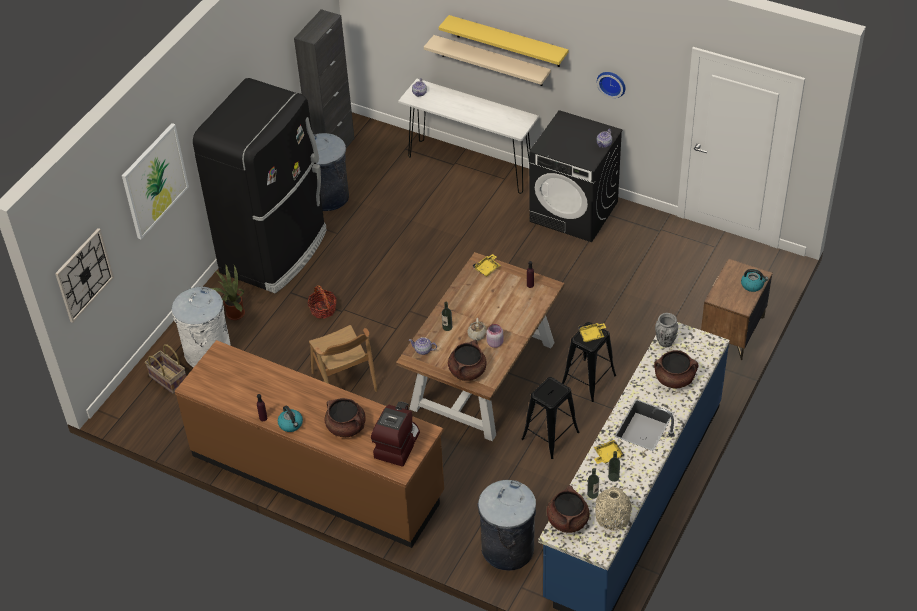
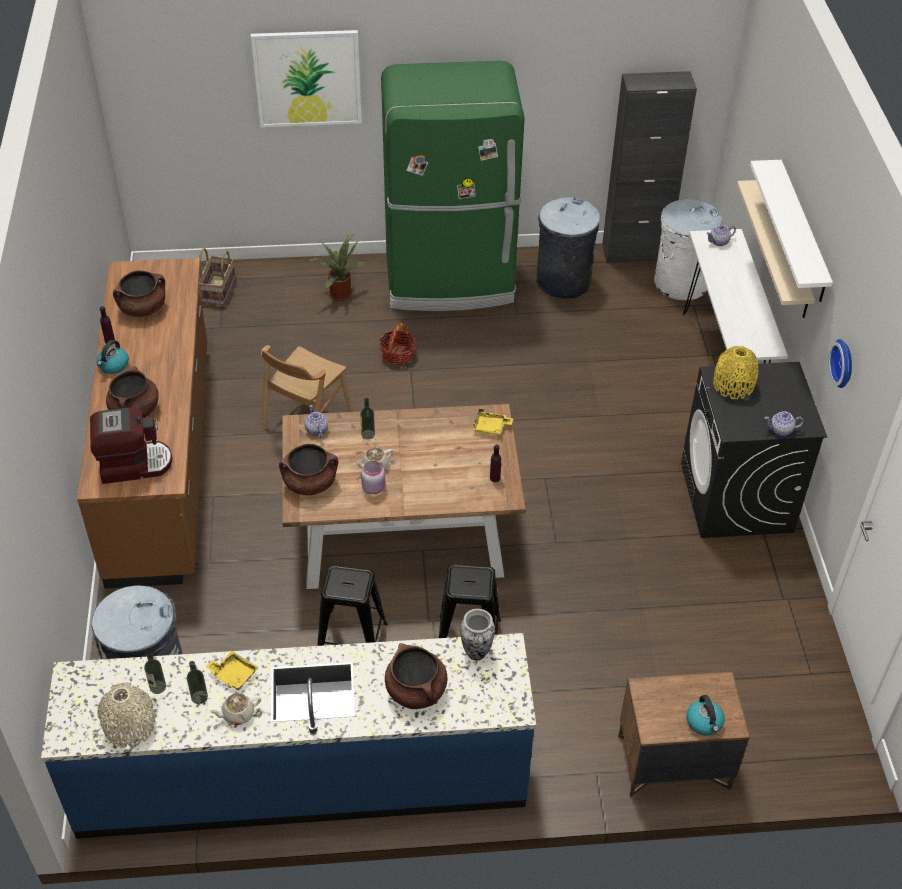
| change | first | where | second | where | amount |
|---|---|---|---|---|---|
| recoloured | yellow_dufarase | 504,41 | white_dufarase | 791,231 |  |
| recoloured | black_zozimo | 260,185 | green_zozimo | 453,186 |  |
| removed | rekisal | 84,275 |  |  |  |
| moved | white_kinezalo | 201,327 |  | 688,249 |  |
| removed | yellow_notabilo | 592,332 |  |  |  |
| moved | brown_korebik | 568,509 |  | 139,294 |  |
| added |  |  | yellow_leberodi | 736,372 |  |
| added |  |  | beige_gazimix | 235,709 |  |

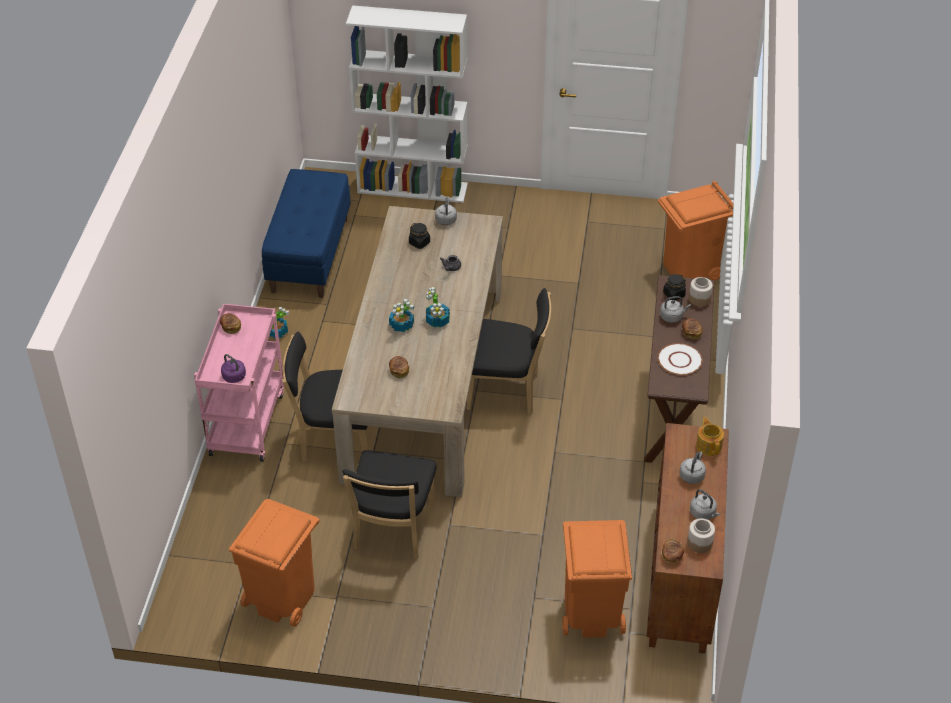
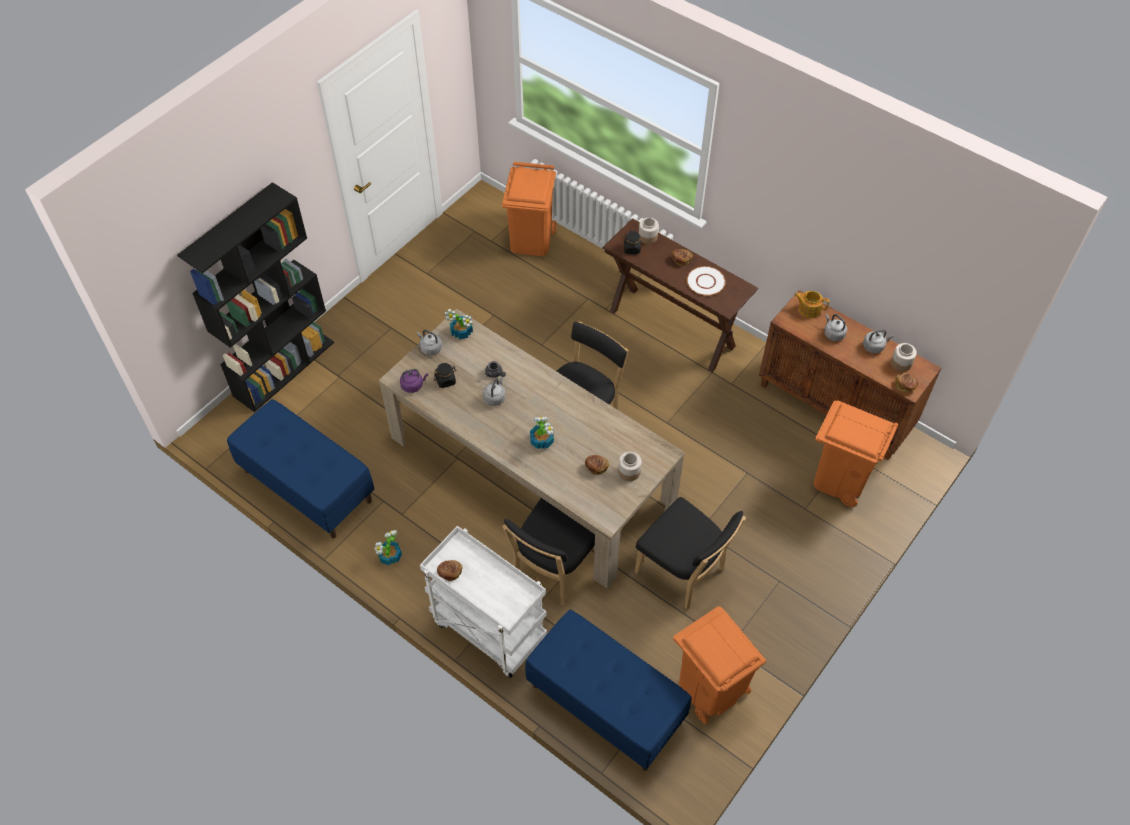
| change | first | where | second | where | amount |
|---|---|---|---|---|---|
| recoloured | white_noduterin | 407,104 | black_noduterin | 255,297 |  |
| moved | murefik | 438,307 |  | 459,324 |  |
| moved | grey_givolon | 675,309 |  | 494,391 |  |
| recoloured | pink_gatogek | 239,383 | white_gatogek | 483,602 |  |
| moved | purple_givolon | 233,368 |  | 414,381 |  |
| added |  |  | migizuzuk | 630,466 |  |
| added |  |  | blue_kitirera | 608,690 |  |

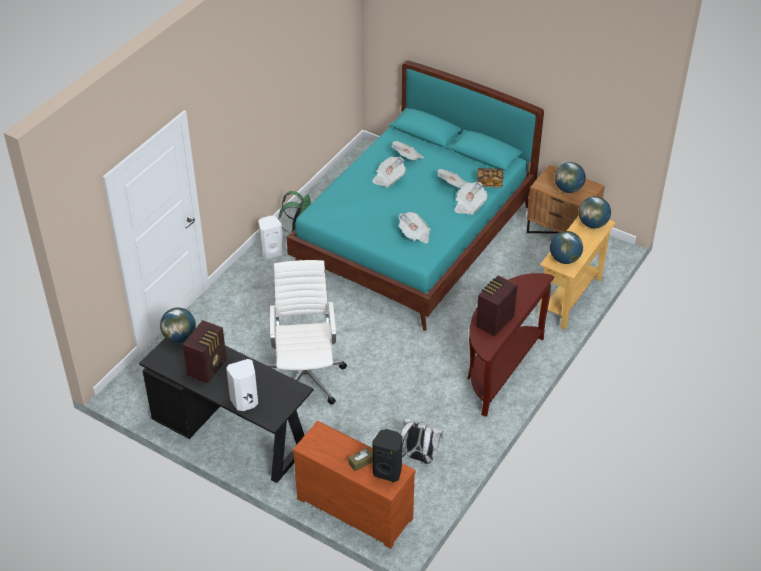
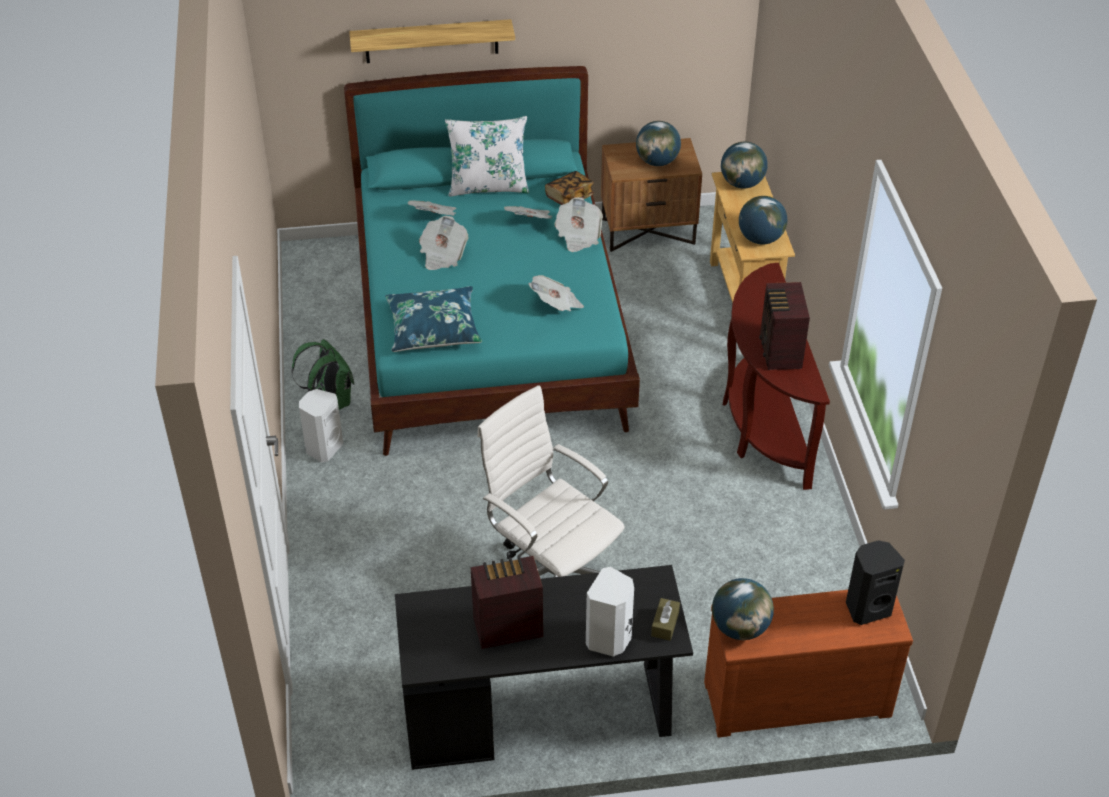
| change | first | where | second | where | amount |
|---|---|---|---|---|---|
| moved | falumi | 178,325 |  | 743,609 |  |
| turned | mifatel | 205,352 |  | 506,602 | 90 degrees counterclockwise |
| removed | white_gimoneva | 421,441 |  |  |  |
| moved | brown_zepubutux | 360,459 |  | 665,619 |  |
| added |  |  | dufarase | 432,41 |  |
| added |  |  | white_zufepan | 487,156 |  |
| added |  |  | blue_zufepan | 433,319 |  |

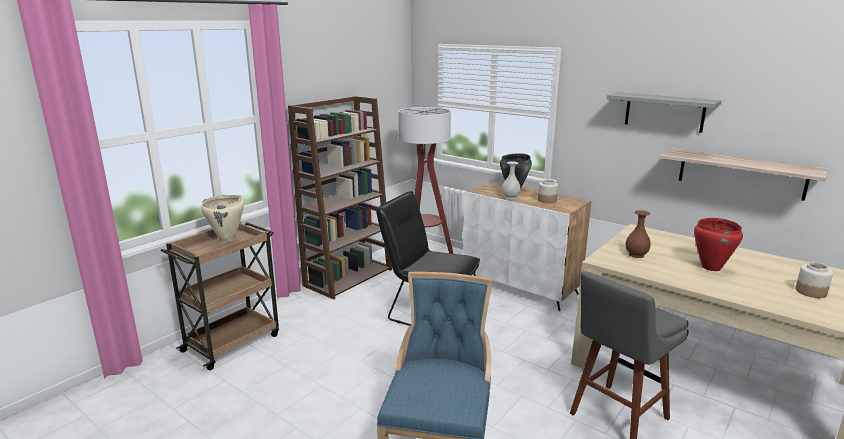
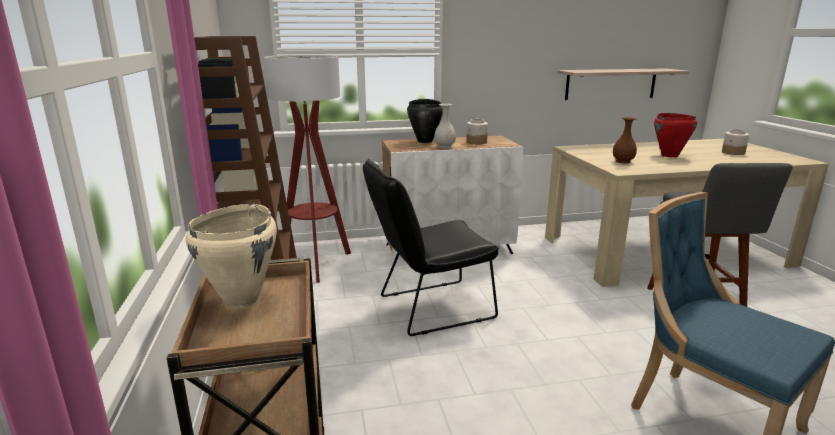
| change | first | where | second | where | amount |
|---|---|---|---|---|---|
| removed | grey_dufarase | 664,112 |  |  |  |

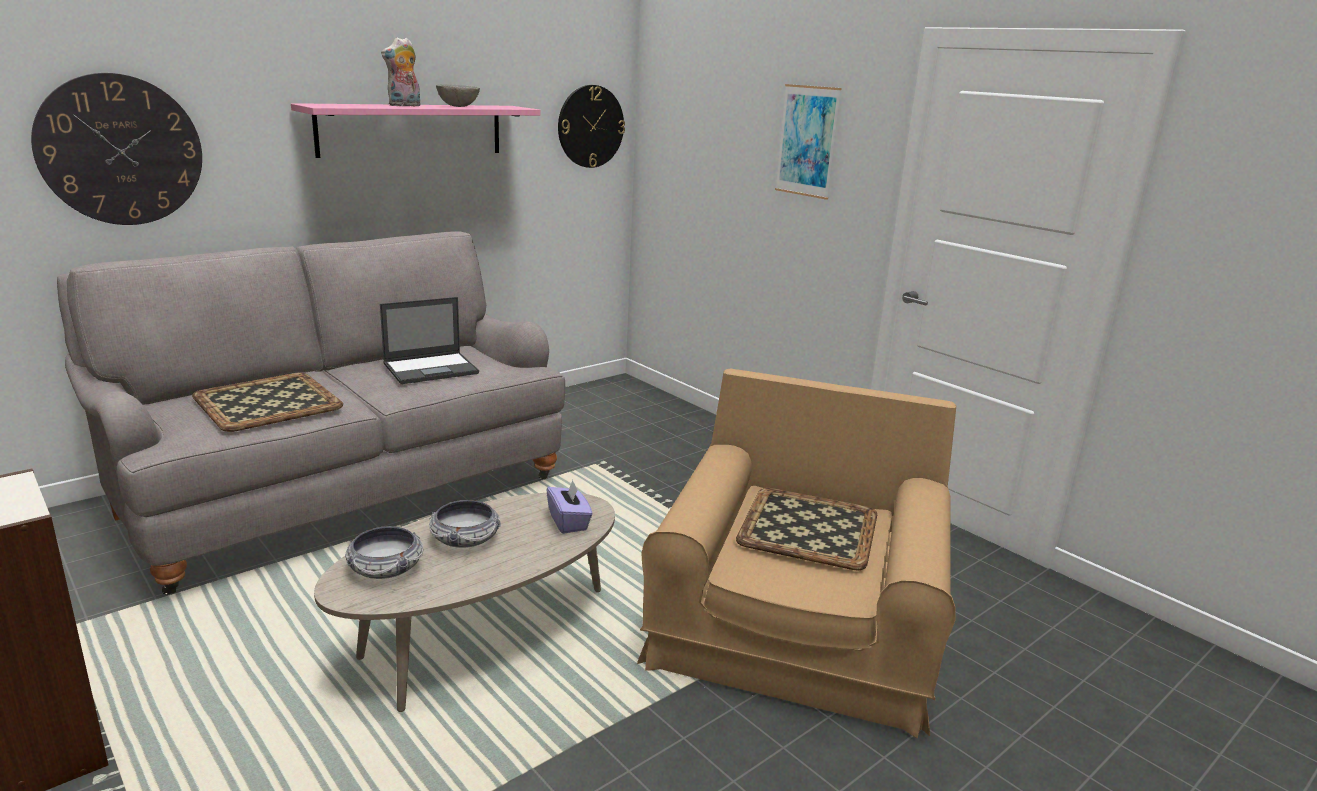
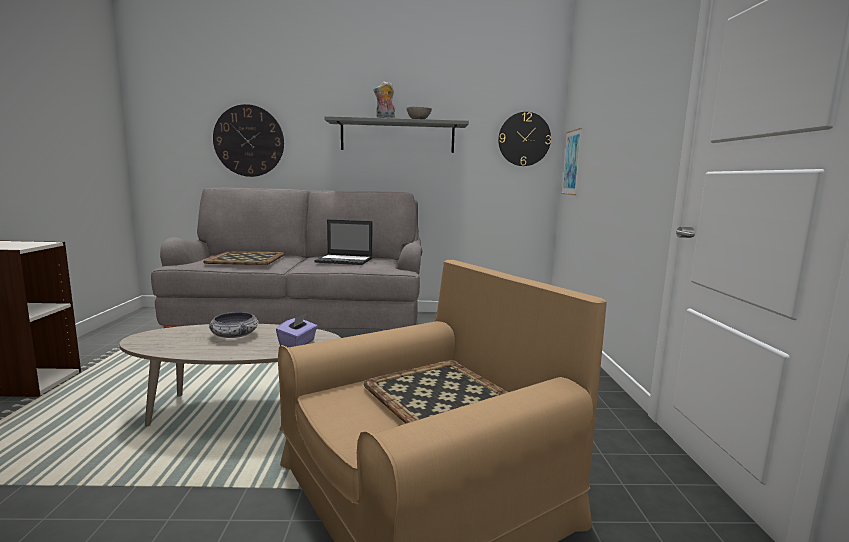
| change | first | where | second | where | amount |
|---|---|---|---|---|---|
| moved | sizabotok | 808,142 |  | 571,161 |  |
| recoloured | pink_dufarase | 415,130 | grey_dufarase | 396,134 |  |
| removed | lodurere | 384,552 |  |  |  |

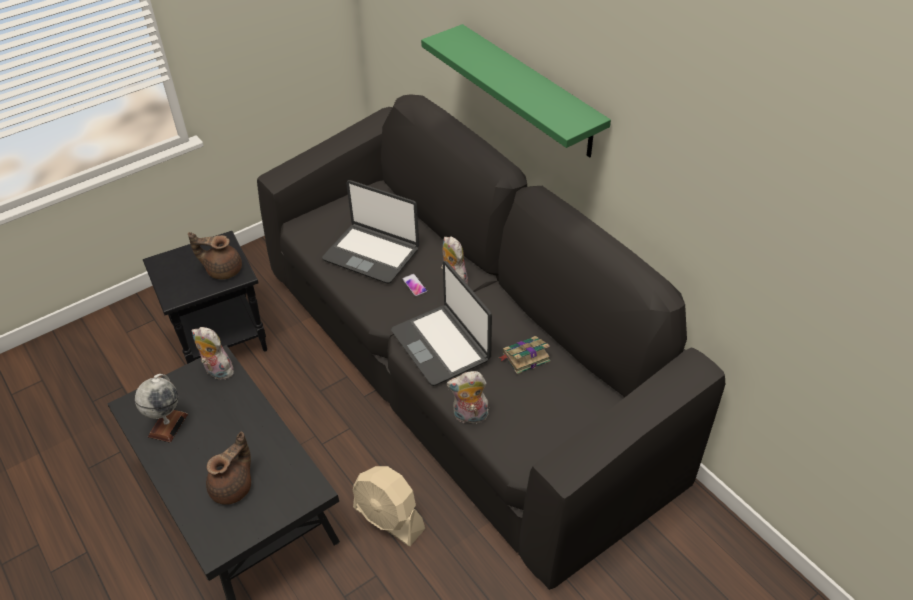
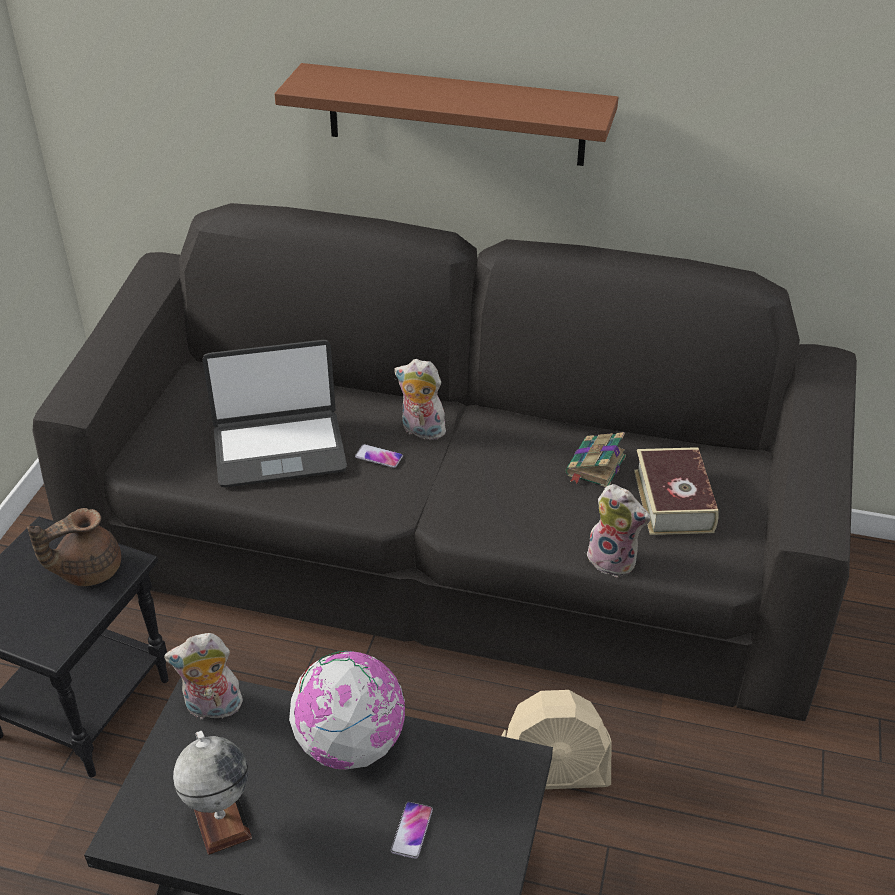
| change | first | where | second | where | amount |
|---|---|---|---|---|---|
| recoloured | green_dufarase | 516,91 | brown_dufarase | 446,114 |  |
| removed | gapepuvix | 441,323 |  |  |  |
| turned | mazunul | 468,397 |  | 619,530 | 105 degrees counterclockwise |
| replaced | brown_gazimix | 228,468 | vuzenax | 412,830 |  |
| added |  |  | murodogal | 676,491 |  |
| added |  |  | falumi | 347,710 |  |

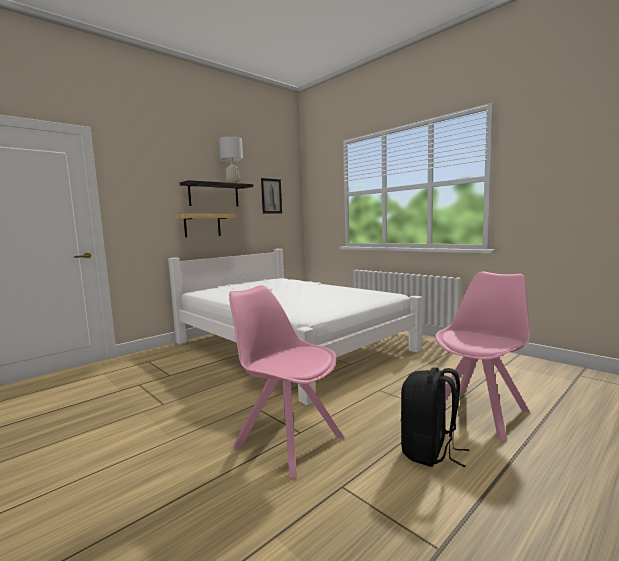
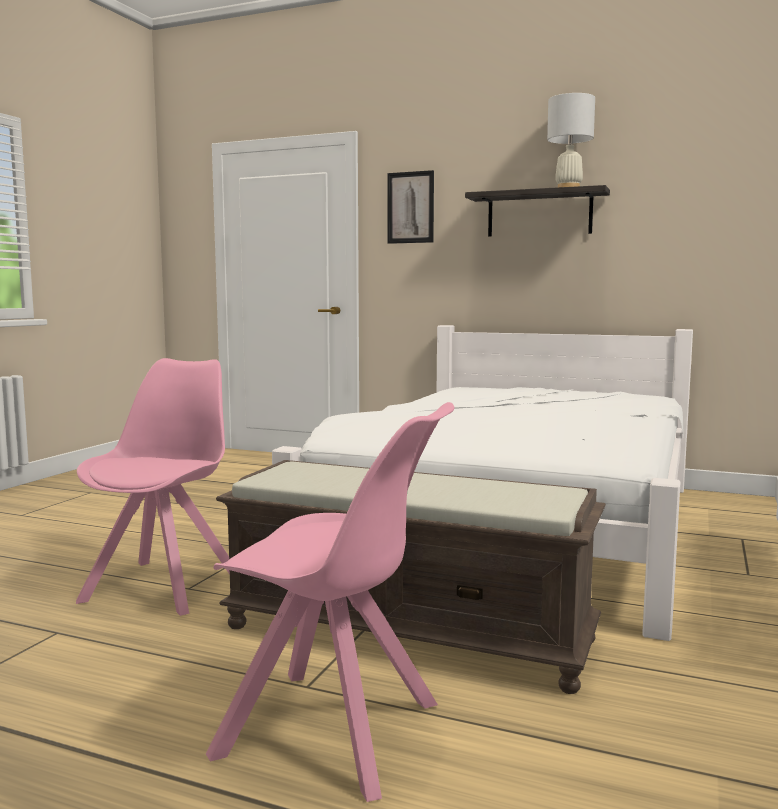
| change | first | where | second | where | amount |
|---|---|---|---|---|---|
| moved | sizabotok | 271,196 |  | 411,207 |  |
| removed | dufarase | 205,225 |  |  |  |
| removed | black_gimoneva | 435,417 |  |  |  |
| added |  |  | brown_kitirera | 411,577 |  |

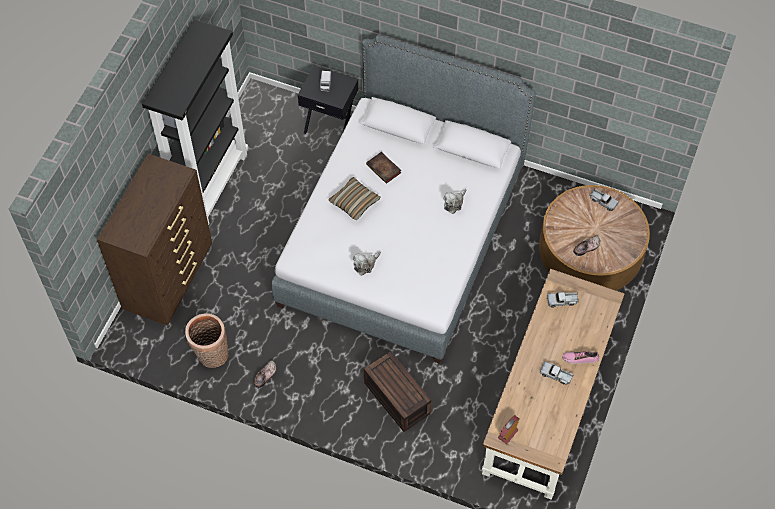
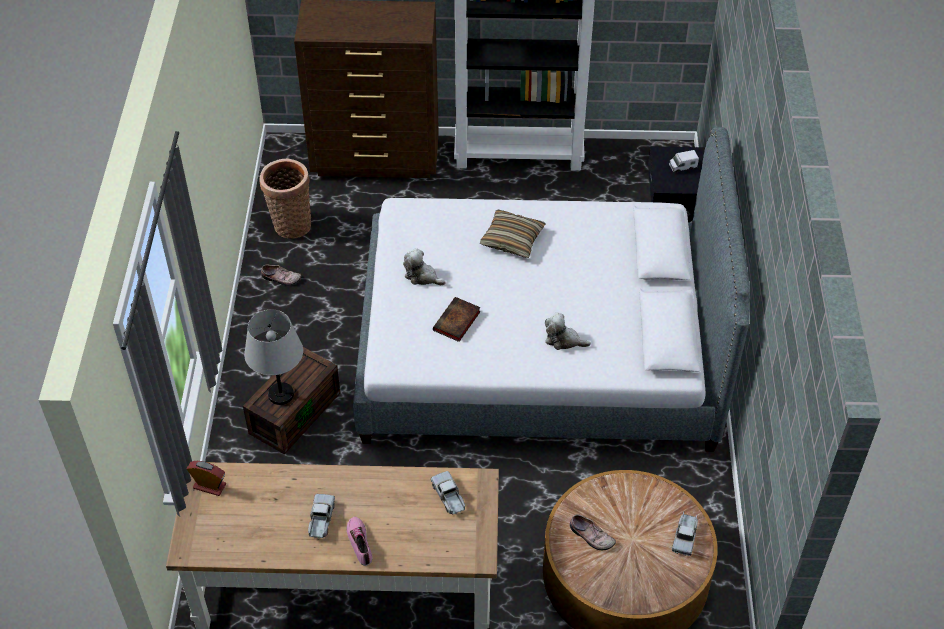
| change | first | where | second | where | amount |
|---|---|---|---|---|---|
| moved | murodogal | 383,168 |  | 457,319 |  |
| added |  |  | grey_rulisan | 273,357 |  |

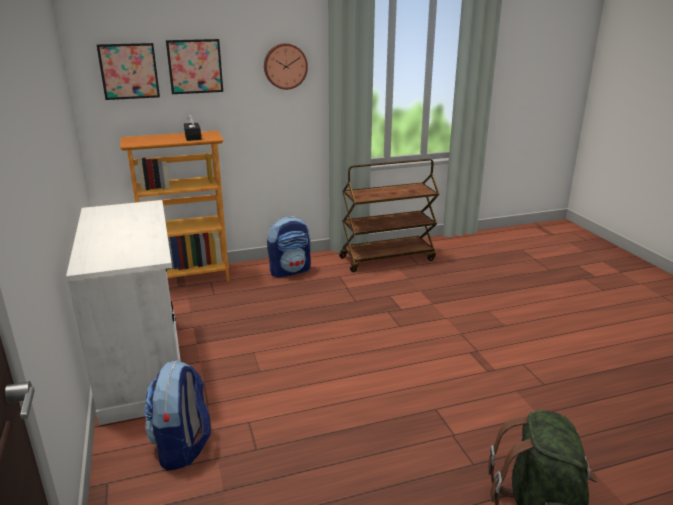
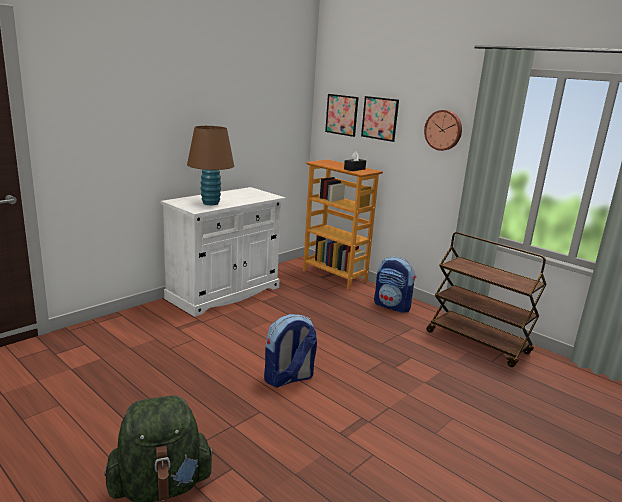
| change | first | where | second | where | amount |
|---|---|---|---|---|---|
| moved | gimoneva | 178,415 |  | 290,350 |  |
| added |  |  | brown_rulisan | 210,165 |  |

